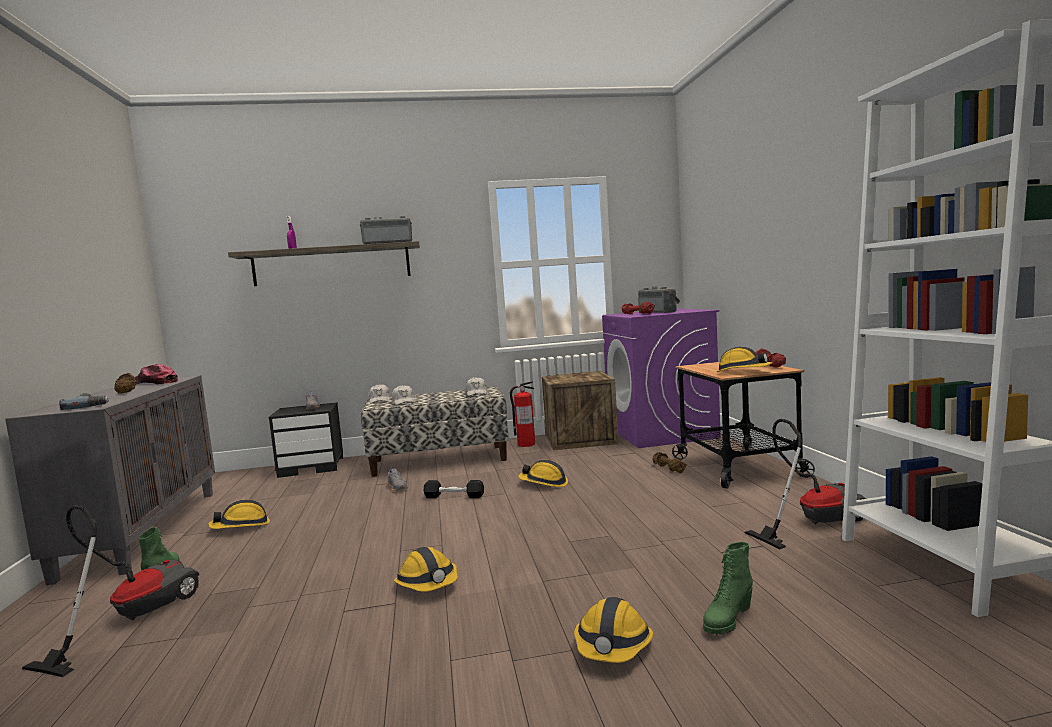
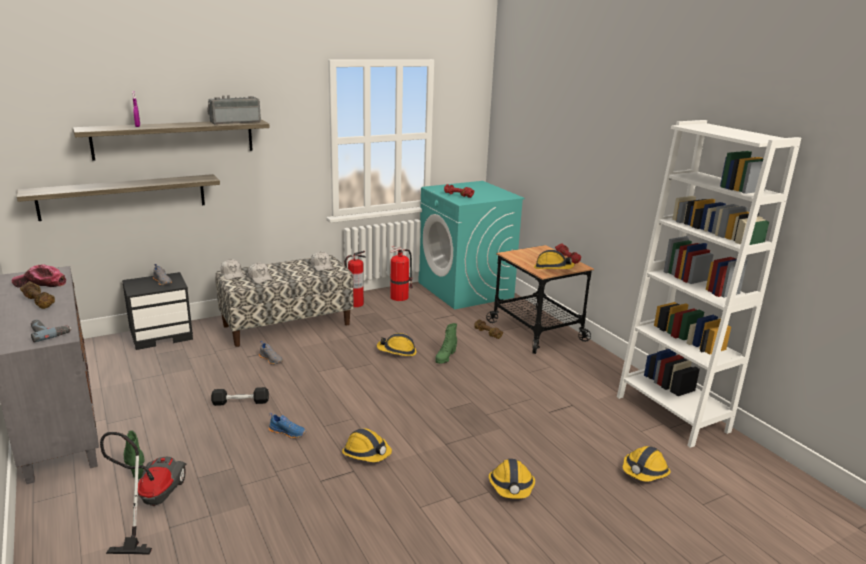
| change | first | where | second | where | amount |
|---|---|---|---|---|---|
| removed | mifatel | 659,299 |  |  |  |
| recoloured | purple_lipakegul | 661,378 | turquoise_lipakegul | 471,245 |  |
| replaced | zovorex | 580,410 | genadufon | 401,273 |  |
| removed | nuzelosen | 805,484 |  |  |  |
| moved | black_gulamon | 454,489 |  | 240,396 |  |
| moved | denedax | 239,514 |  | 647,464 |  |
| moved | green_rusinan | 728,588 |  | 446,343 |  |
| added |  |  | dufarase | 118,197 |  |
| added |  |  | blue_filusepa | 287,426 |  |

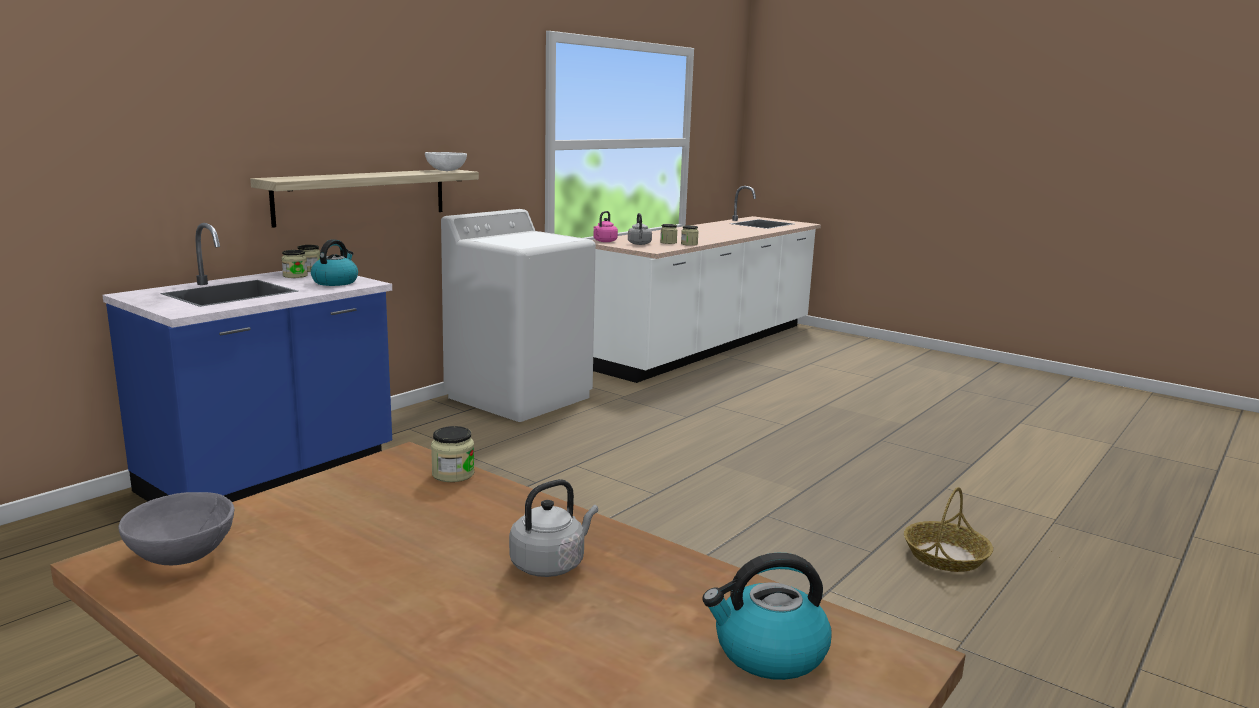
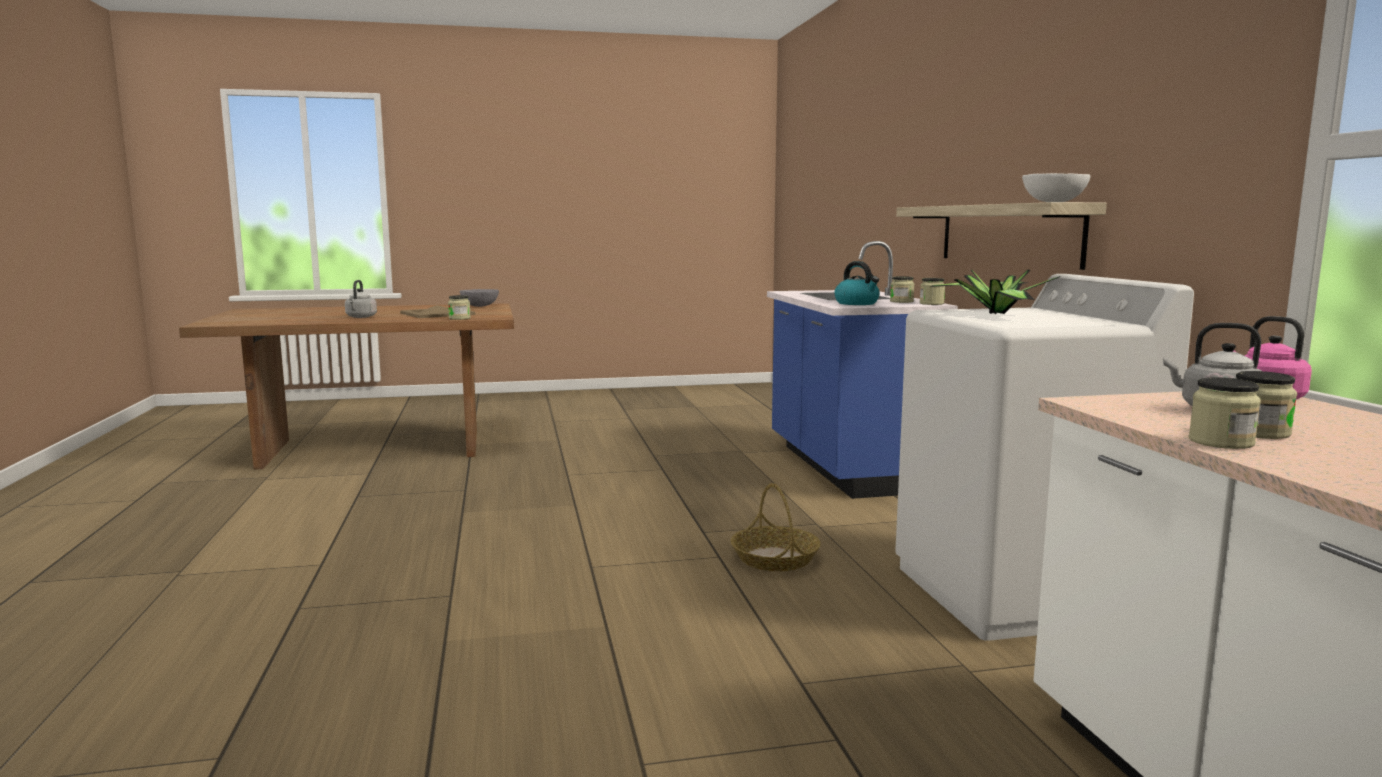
| change | first | where | second | where | amount |
|---|---|---|---|---|---|
| moved | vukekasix | 948,529 |  | 776,527 |  |
| removed | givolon | 767,616 |  |  |  |
| added |  |  | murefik | 995,292 |  |
| added |  |  | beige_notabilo | 437,311 |  |

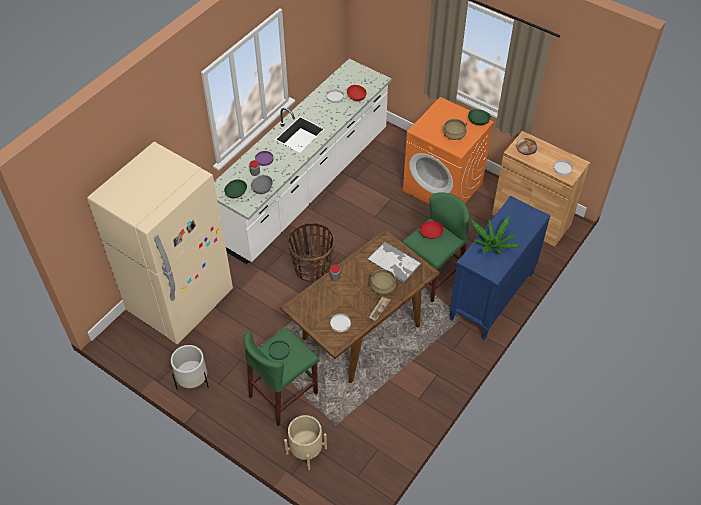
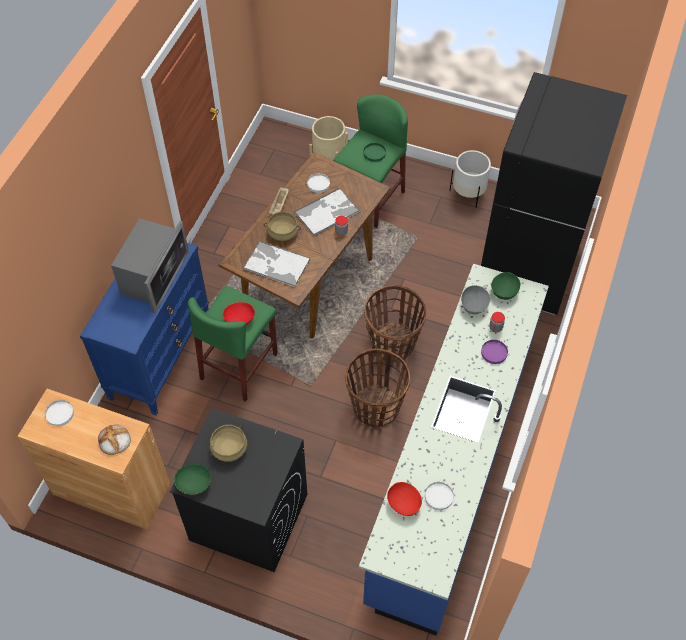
| change | first | where | second | where | amount |
|---|---|---|---|---|---|
| recoloured | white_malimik | 303,161 | blue_malimik | 454,450 |  |
| recoloured | orange_lipakegul | 448,151 | black_lipakegul | 238,490 |  |
| recoloured | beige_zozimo | 160,243 | black_zozimo | 554,193 |  |
| replaced | murefik | 496,235 | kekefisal | 150,265 |  |
| added |  |  | notabilo | 327,212 |  |
| added |  |  | vukekasix | 377,387 |  |

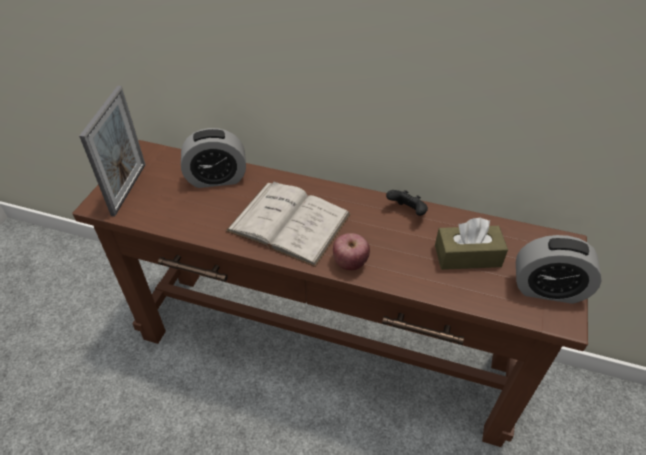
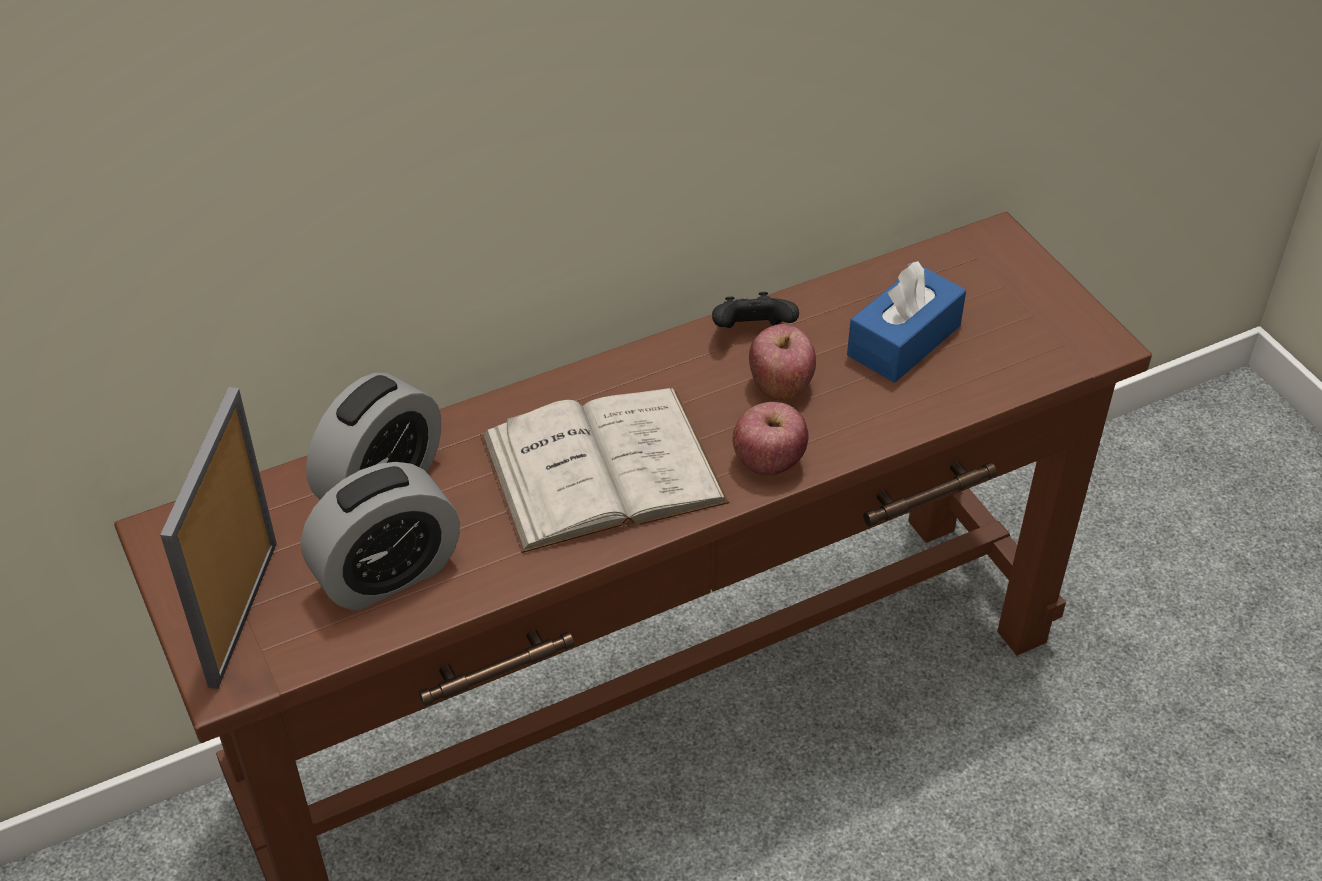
| change | first | where | second | where | amount |
|---|---|---|---|---|---|
| turned | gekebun | 112,151 |  | 218,538 | 135 degrees counterclockwise |
| recoloured | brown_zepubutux | 471,244 | blue_zepubutux | 906,322 |  |
| moved | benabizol | 559,269 |  | 380,536 |  |
| added |  |  | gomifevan | 782,362 |  |

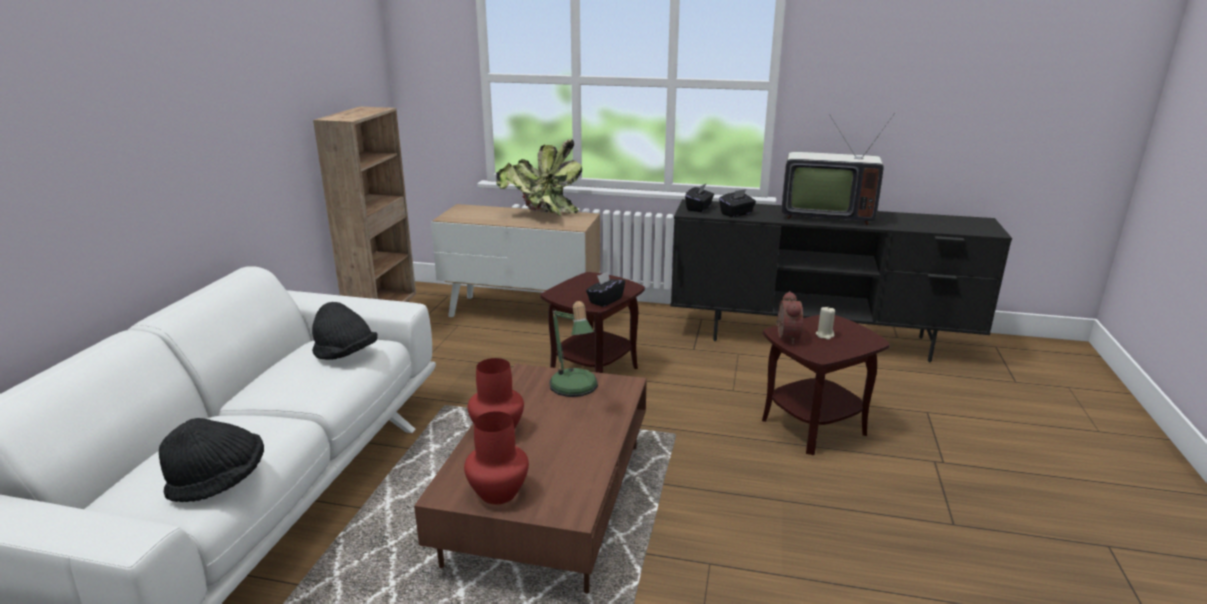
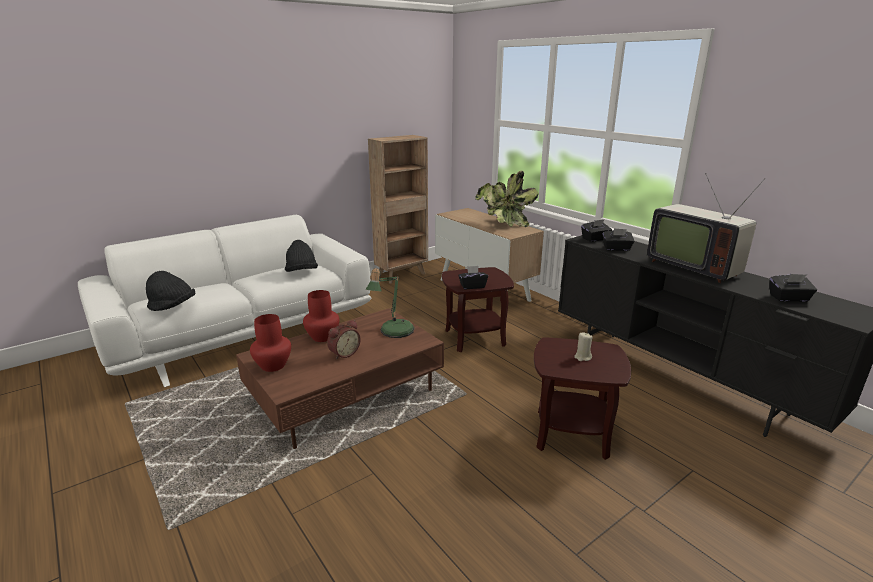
| change | first | where | second | where | amount |
|---|---|---|---|---|---|
| moved | benabizol | 789,317 |  | 344,340 |  |
| added |  |  | black_zepubutux | 793,288 |  |

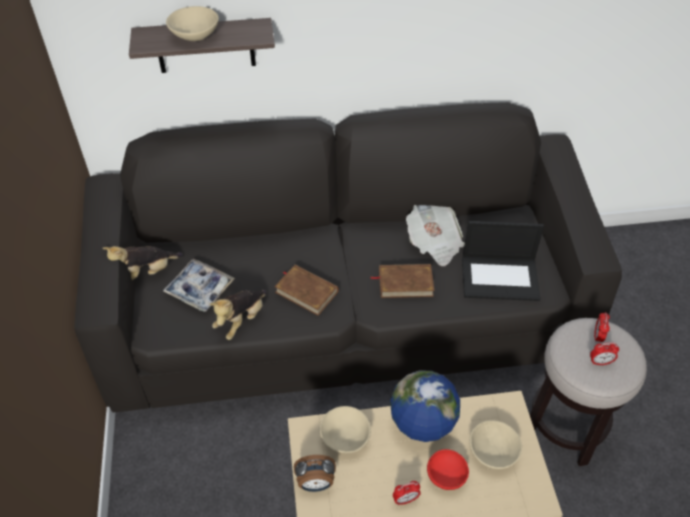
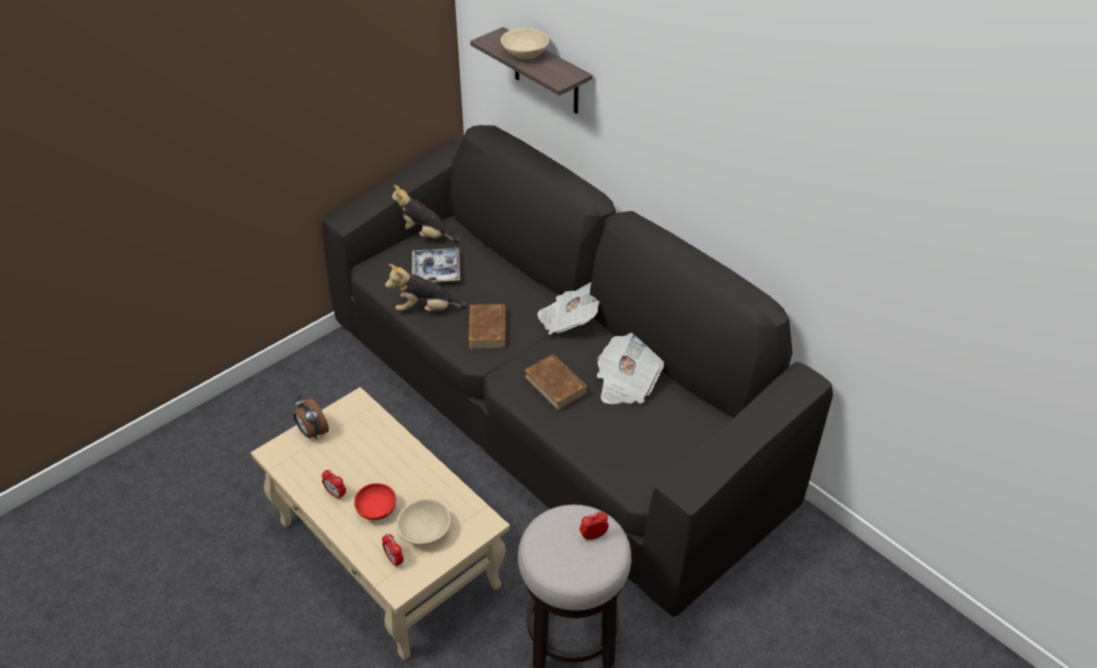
| change | first | where | second | where | amount |
|---|---|---|---|---|---|
| removed | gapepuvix | 503,261 |  |  |  |
| moved | benabizol | 604,353 |  | 393,551 |  |
| removed | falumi | 425,406 |  |  |  |
| removed | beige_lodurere | 345,430 |  |  |  |
| added |  |  | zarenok | 568,308 |  |

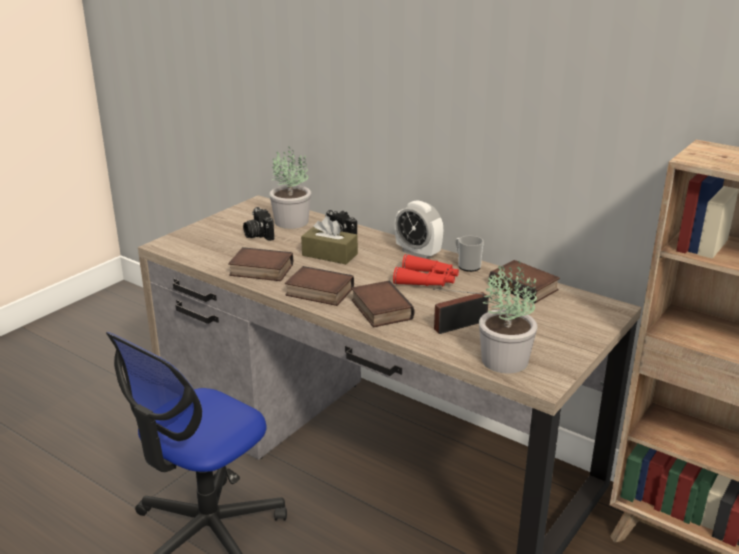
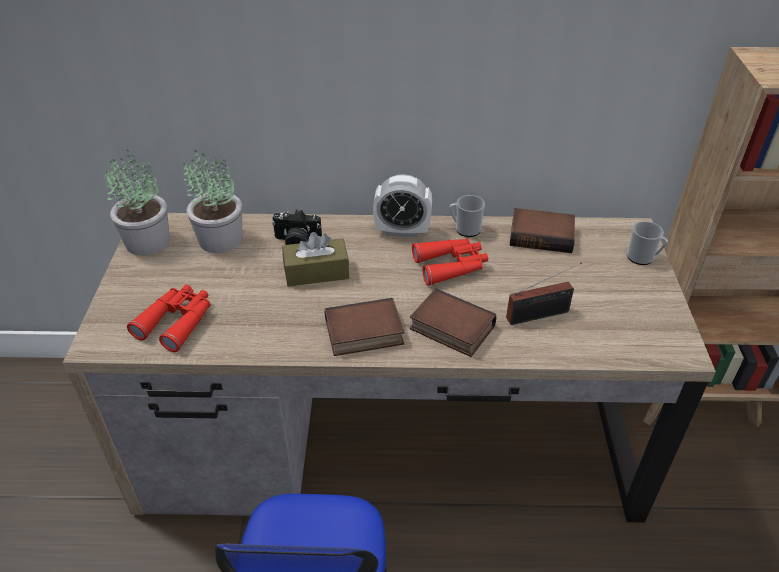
| change | first | where | second | where | amount |
|---|---|---|---|---|---|
| removed | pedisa | 258,224 |  |  |  |
| removed | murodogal | 260,264 |  |  |  |
| moved | murefik | 508,317 |  | 137,202 |  |
| turned | mifatel | 461,311 |  | 544,293 | 135 degrees counterclockwise |
| added |  |  | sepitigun | 647,243 |  |
| added |  |  | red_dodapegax | 169,318 |  |

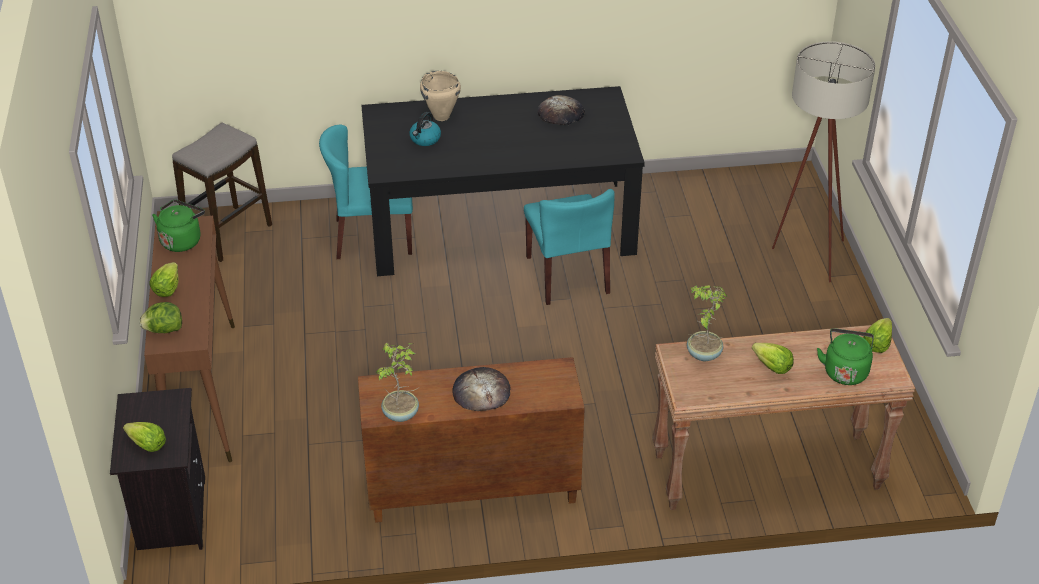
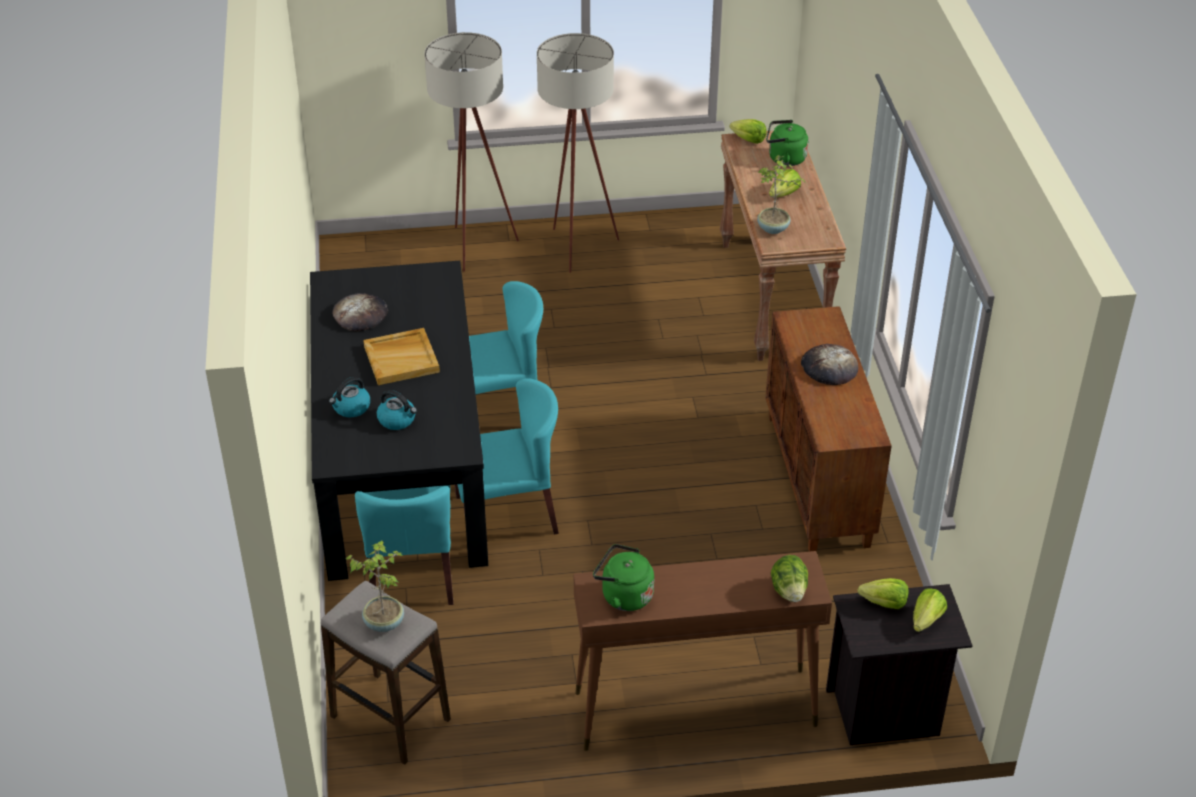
| change | first | where | second | where | amount |
|---|---|---|---|---|---|
| replaced | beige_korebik | 440,96 | givolon | 349,397 |  |
| moved | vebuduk | 164,279 |  | 883,593 |  |
| moved | murefik | 397,382 |  | 375,586 |  |
| added |  |  | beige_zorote | 578,153 |  |
| added |  |  | beige_notabilo | 401,356 |  |
| added |  |  | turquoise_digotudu | 507,456 |  |

